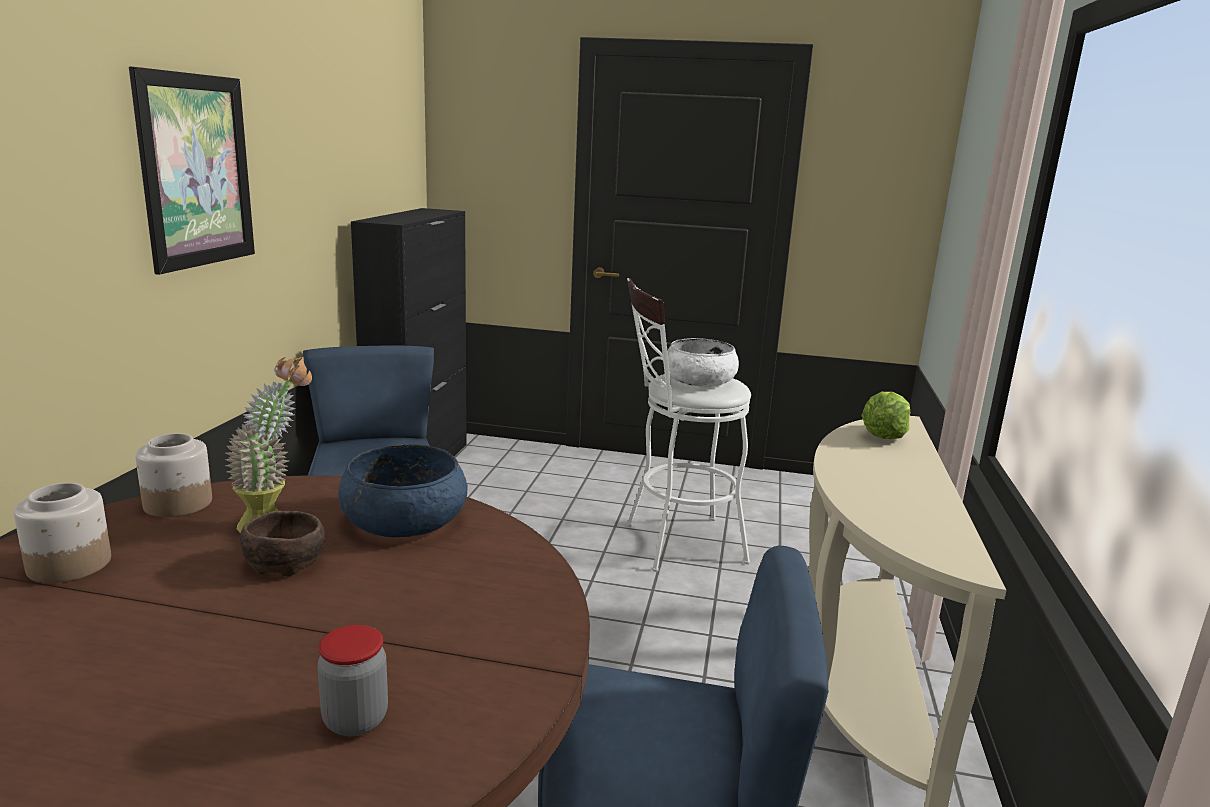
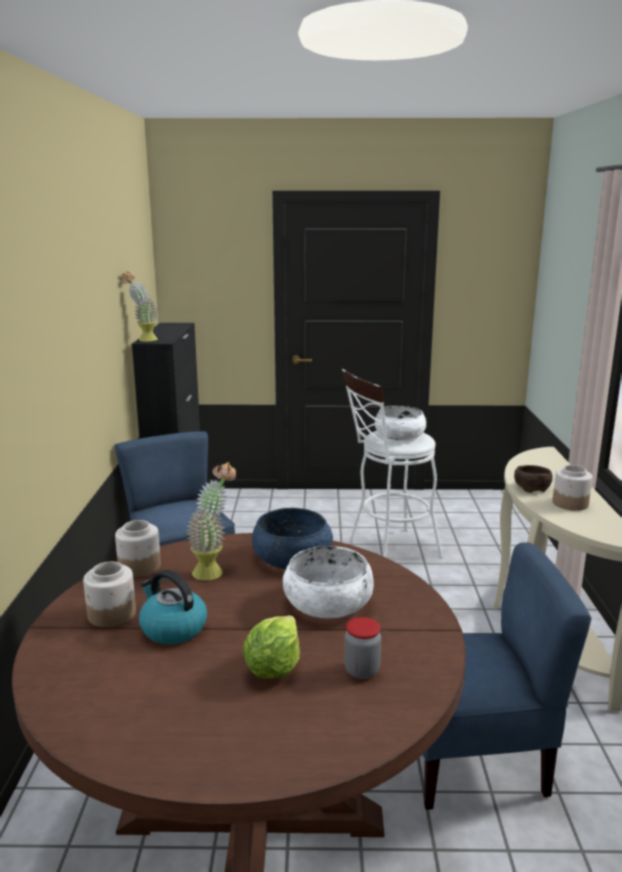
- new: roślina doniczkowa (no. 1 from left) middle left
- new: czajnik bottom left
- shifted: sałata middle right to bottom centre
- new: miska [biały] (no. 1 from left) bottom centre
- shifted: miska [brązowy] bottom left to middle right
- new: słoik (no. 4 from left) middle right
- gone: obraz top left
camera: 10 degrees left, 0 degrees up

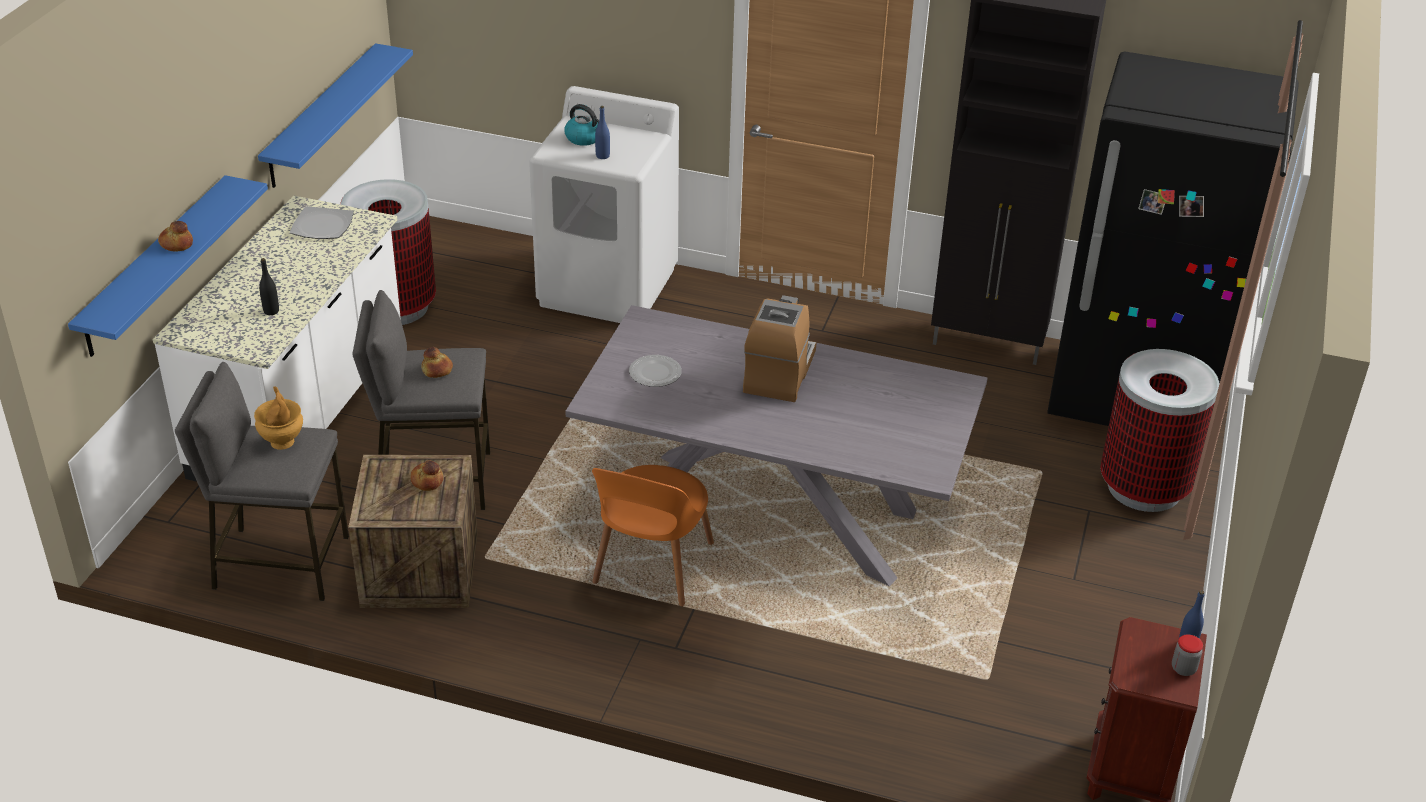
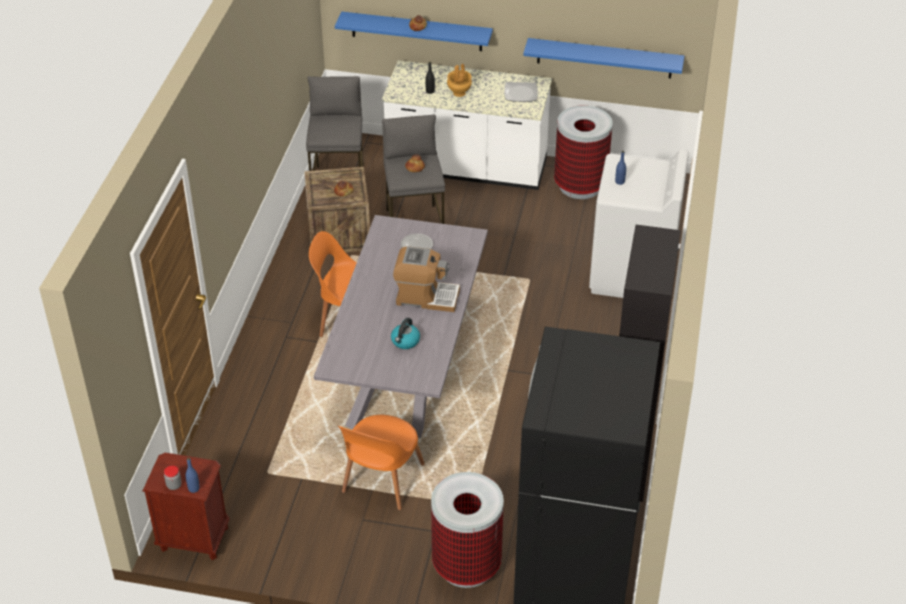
- new: krzesło [pomarańczowy] (no. 2 from left) bottom centre
- shifted: czajnik top centre to centre
- shifted: wazon [brązowy] middle left to top centre
camera: 85 degrees right, 5 degrees up

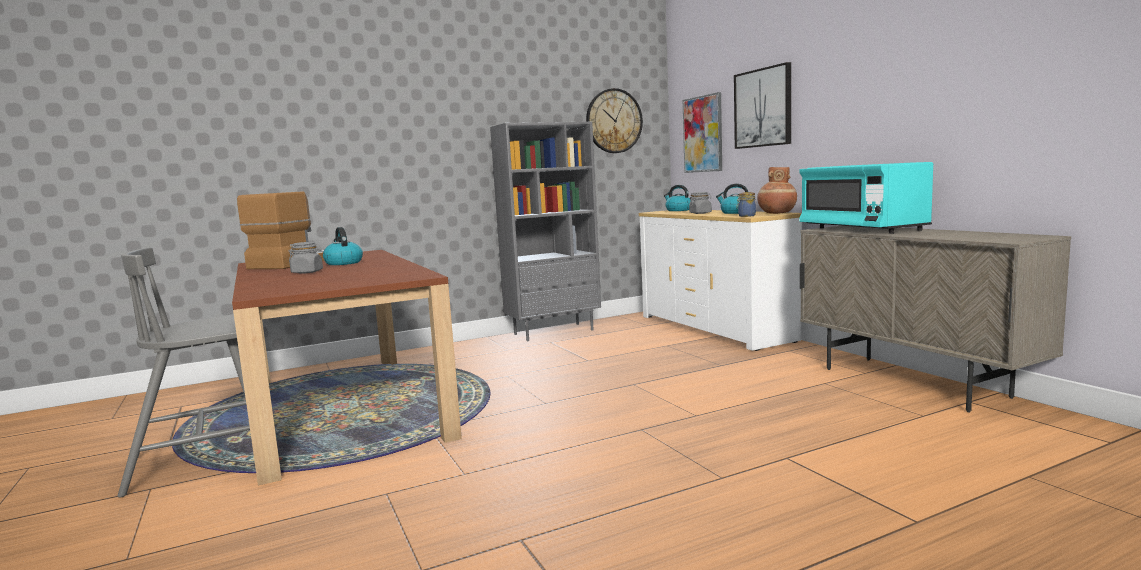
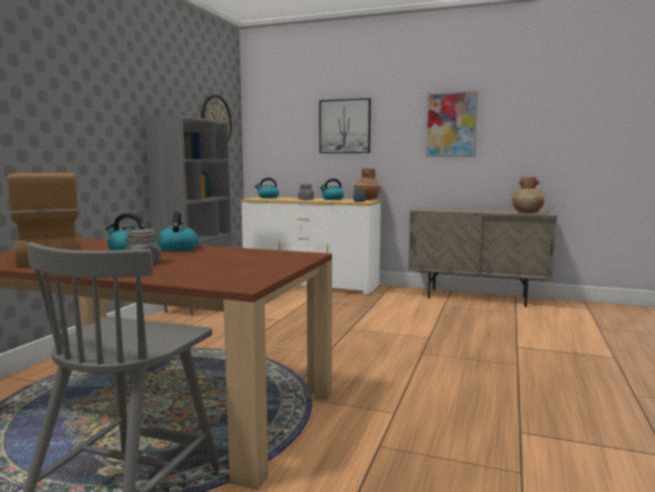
- new: czajnik (no. 2 from left) middle left
- shifted: obraz (no. 1 from left in the first image) top centre to obraz (no. 2 from left) top right
- new: wazon [brązowy] (no. 2 from left) middle right
- gone: mikrofalówka [turkusowy] middle right
camera: 45 degrees left, 0 degrees up

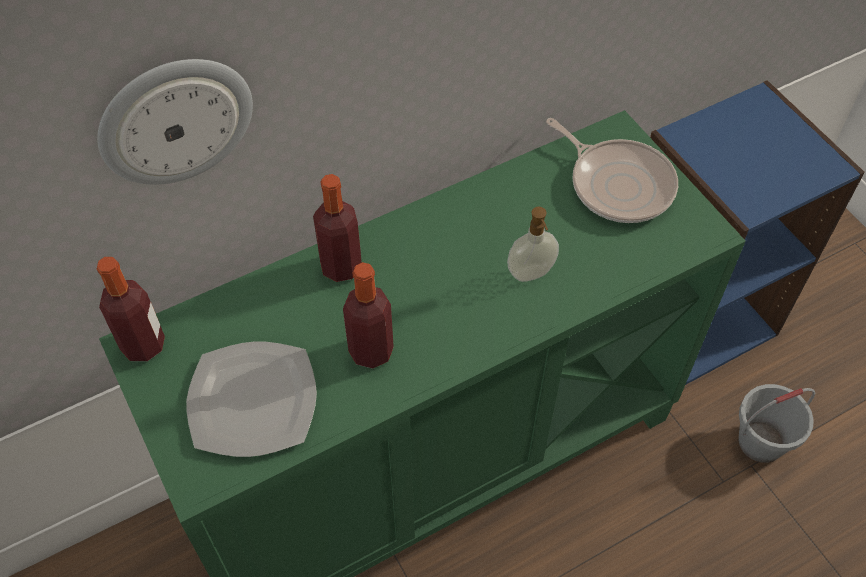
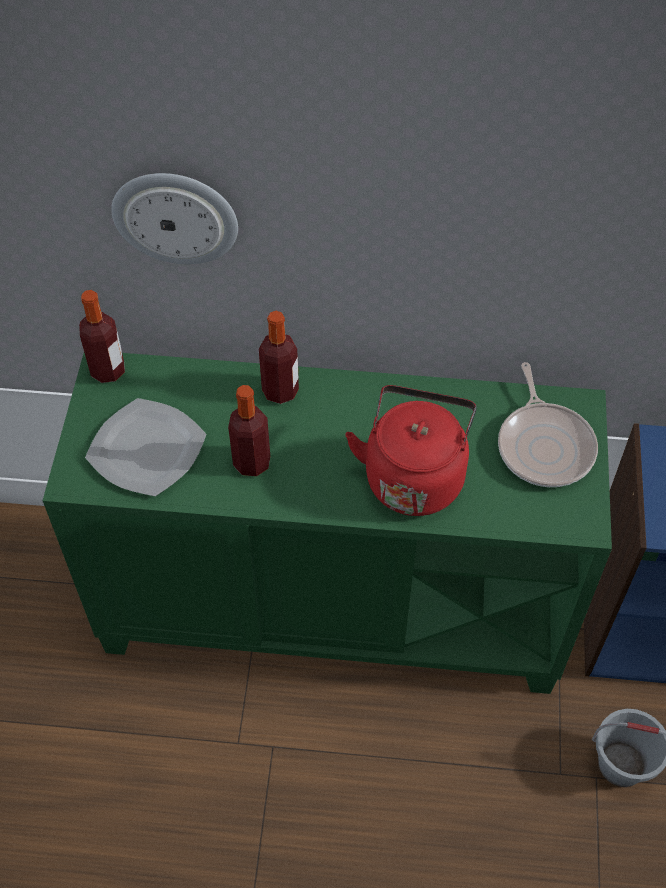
- swapped: dozownik mydła centre to czajnik [czerwony] centre
camera: 35 degrees right, 0 degrees up

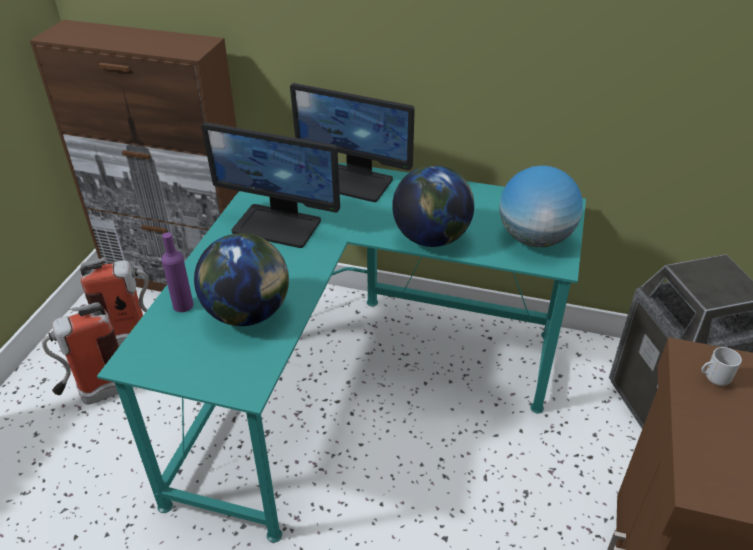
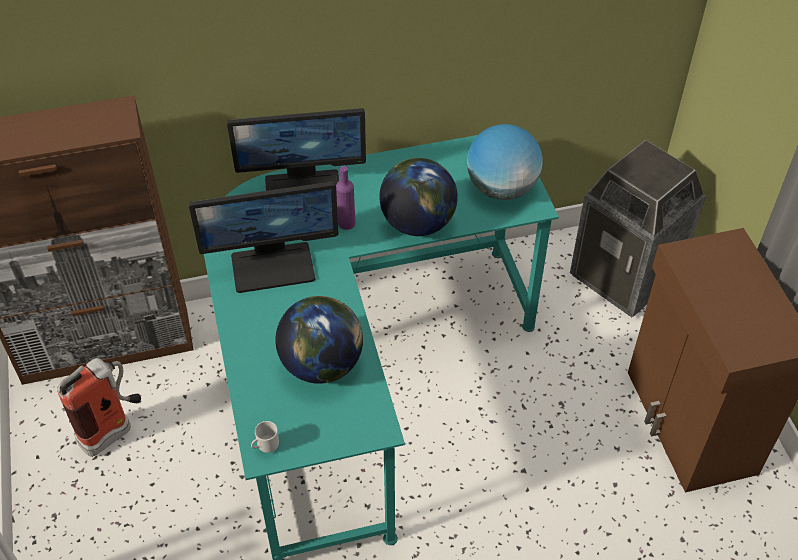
- shifted: kubek middle right to bottom left
- shifted: butelka [fioletowy] middle left to centre
- gone: gaśnica (no. 1 from left) middle left
camera: 30 degrees left, 10 degrees up

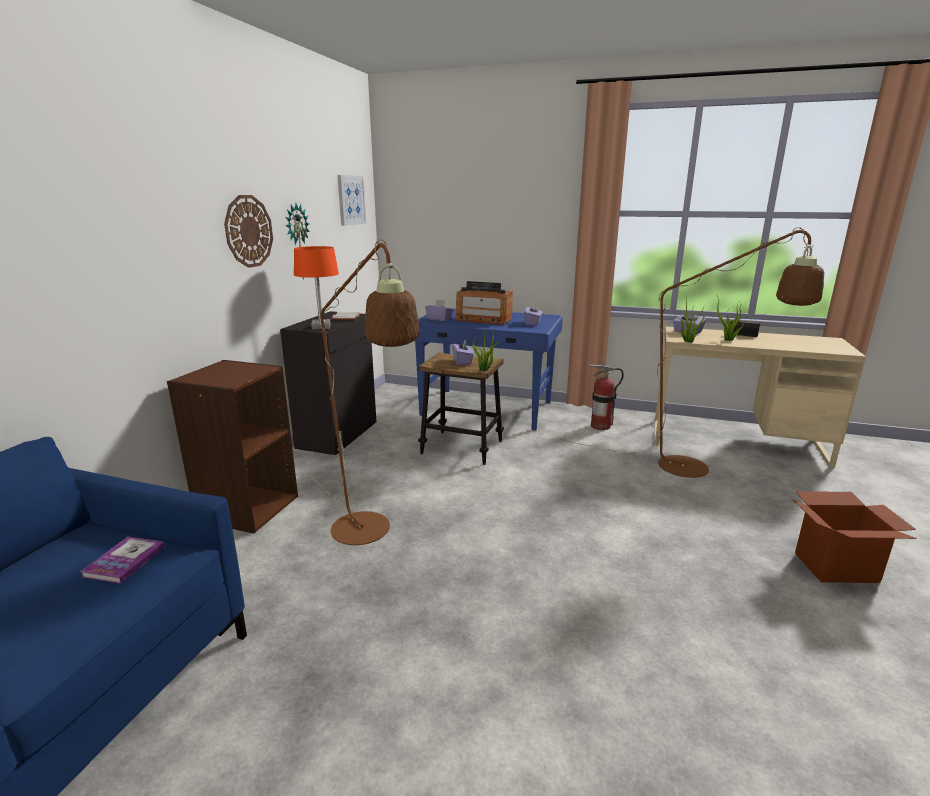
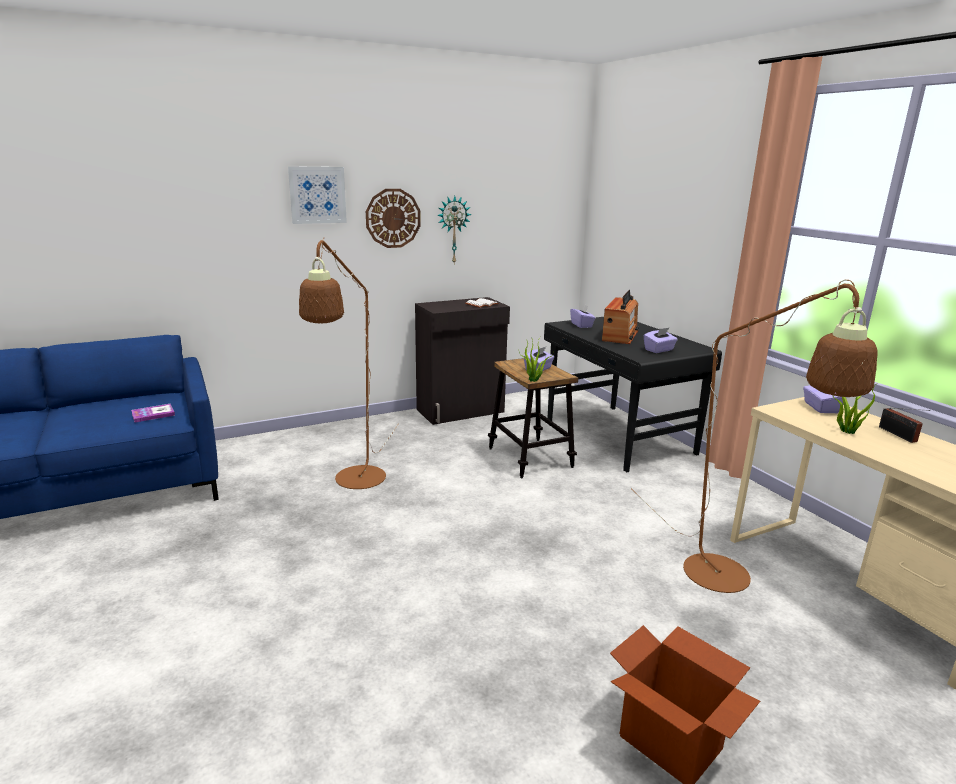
- shifted: obraz top centre to top left
- repainted: biurko [niebieski] centre to biurko [czarny] centre
- rotated: radio (no. 1 from left) centre = centre 135 degrees counterclockwise
- gone: regał [brązowy] middle left
- gone: lampa stołowa [pomarańczowy] centre
- gone: gaśnica centre
- gone: roślina doniczkowa (no. 2 from left) middle right
camera: 45 degrees right, 0 degrees up

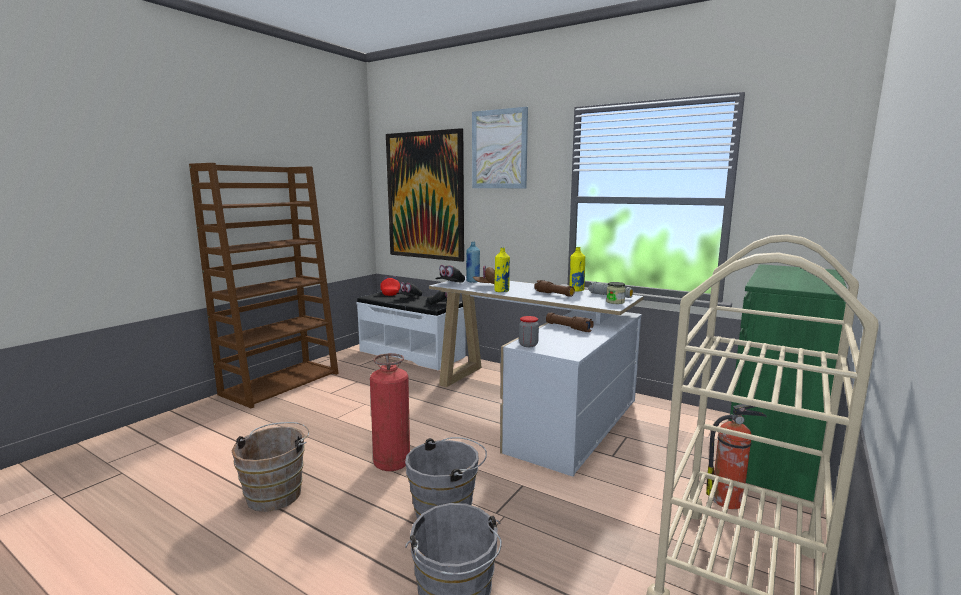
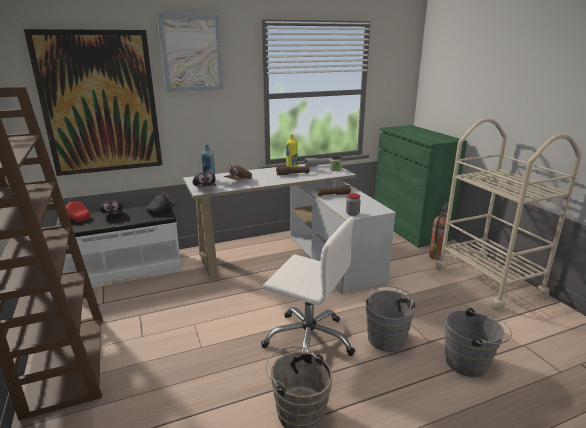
- swapped: gaśnica (no. 1 from left) bottom centre to krzesło biurowe [biały] bottom centre
- gone: butelka [żółty] (no. 1 from left) centre
camera: 55 degrees left, 10 degrees up

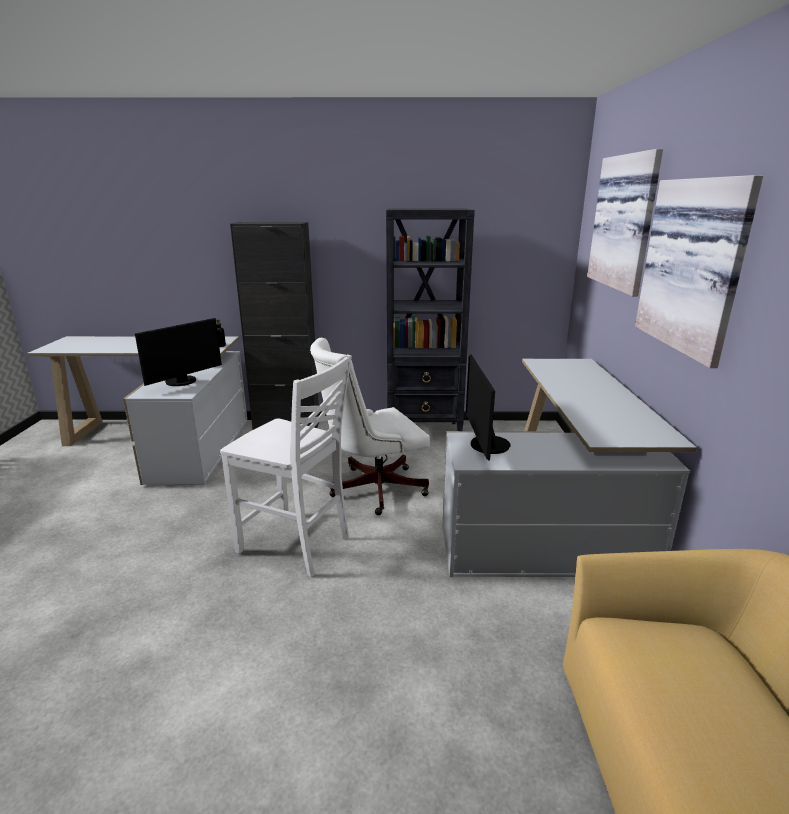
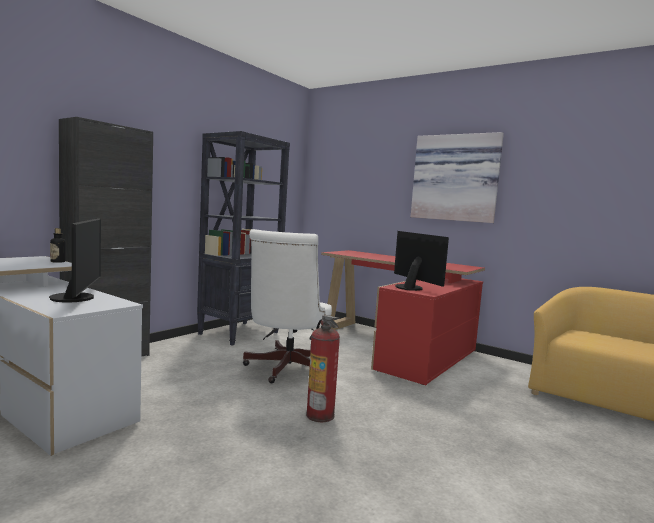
- swapped: krzesło [biały] centre to gaśnica bottom centre
- repainted: biurko [biały] (no. 2 from left) middle right to biurko [czerwony] centre
- rotated: monitor (no. 2 from left) centre = centre 150 degrees counterclockwise
- gone: obraz (no. 1 from left) top right
camera: 55 degrees left, 15 degrees down

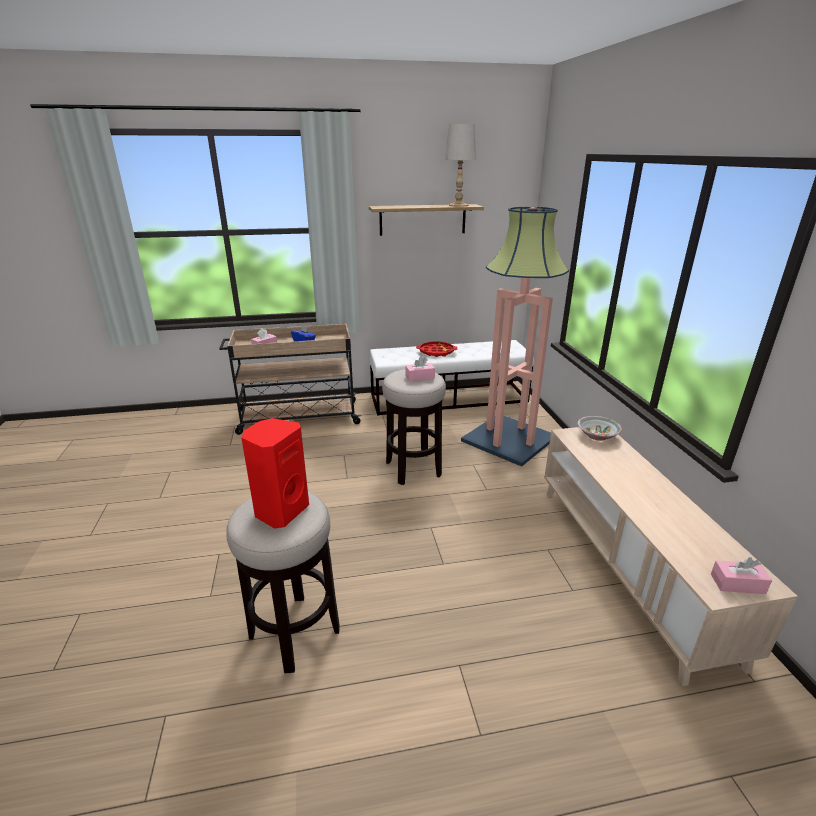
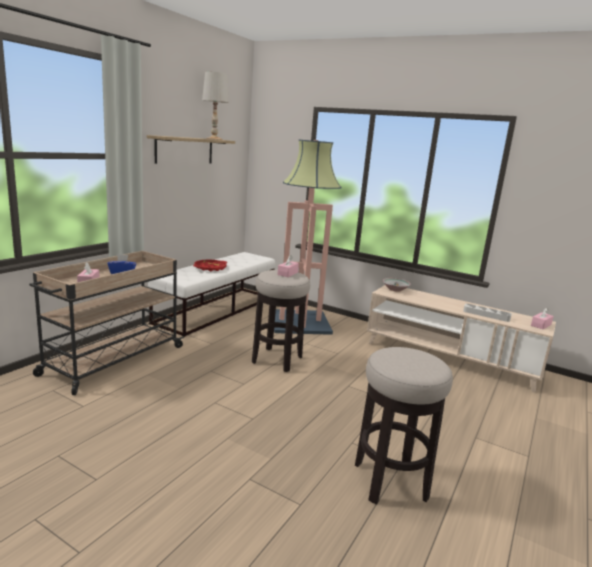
- new: taca [szary] middle right
- gone: głośnik [czerwony] centre
camera: 50 degrees left, 10 degrees down

